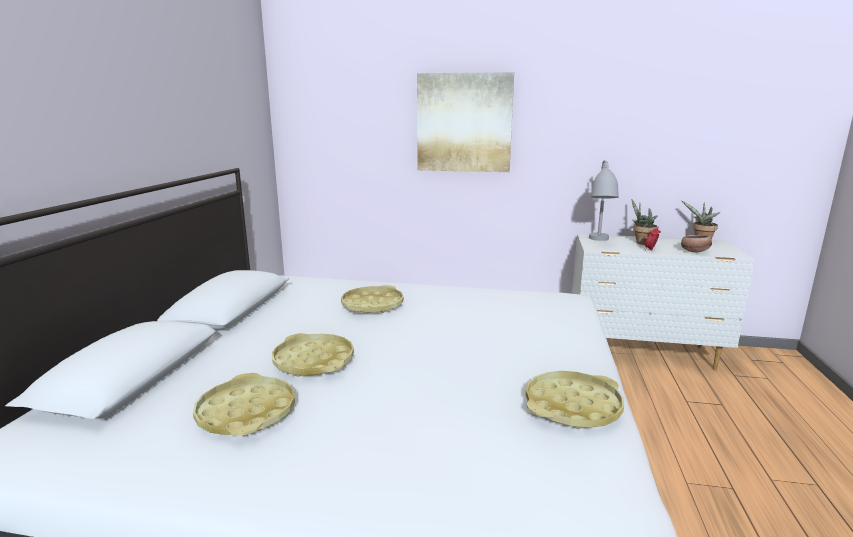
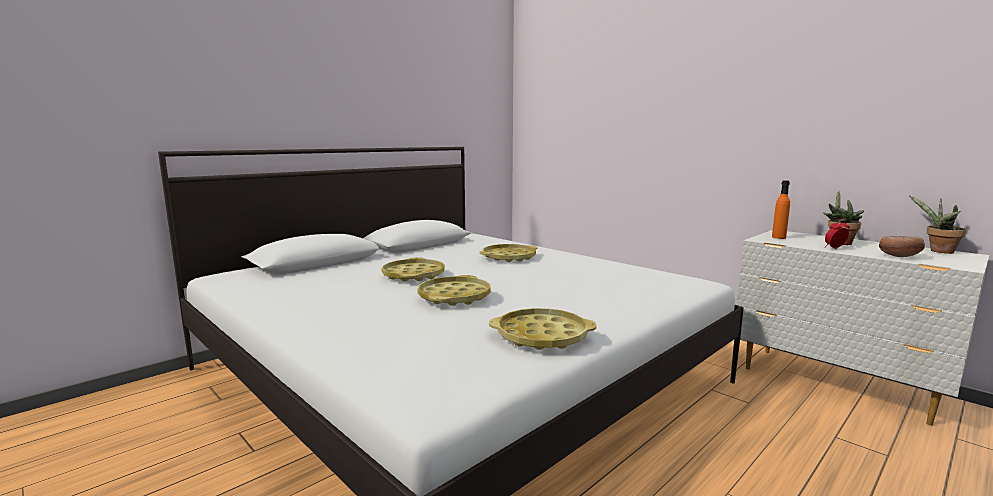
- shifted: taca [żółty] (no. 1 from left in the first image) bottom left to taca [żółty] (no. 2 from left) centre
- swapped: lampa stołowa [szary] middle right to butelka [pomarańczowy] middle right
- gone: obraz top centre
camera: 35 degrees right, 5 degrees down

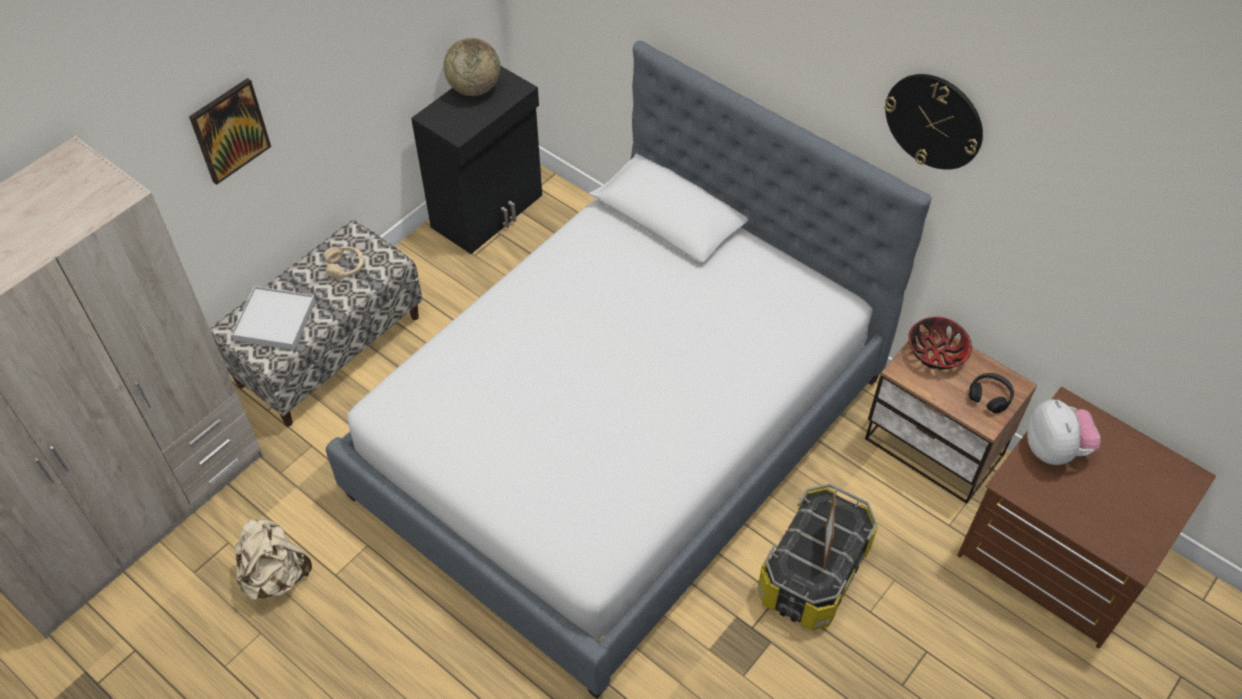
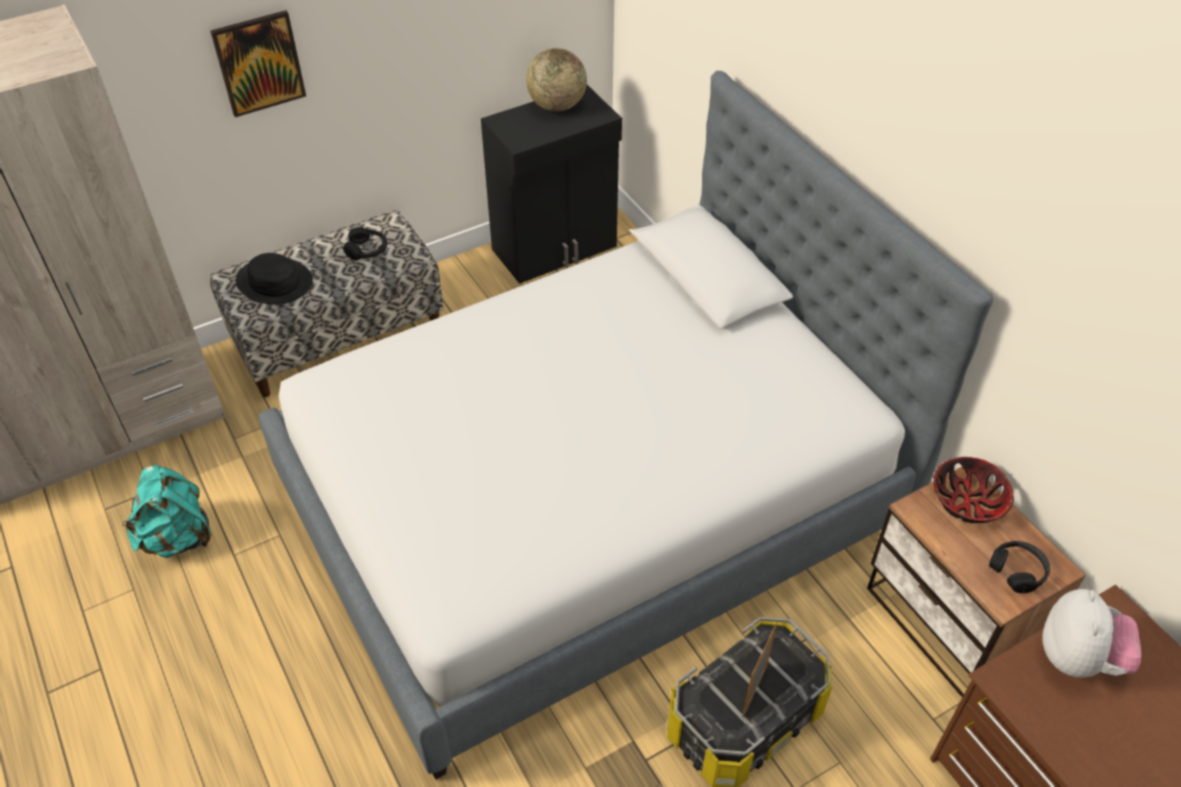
- repainted: plecak [beżowy] bottom left to plecak [turkusowy] middle left
- swapped: taca [biały] middle left to kapelusz [czarny] middle left
- repainted: słuchawki [beżowy] middle left to słuchawki [czarny] (no. 1 from left) top left
- gone: zegar ścienny top right
camera: 20 degrees right, 5 degrees down

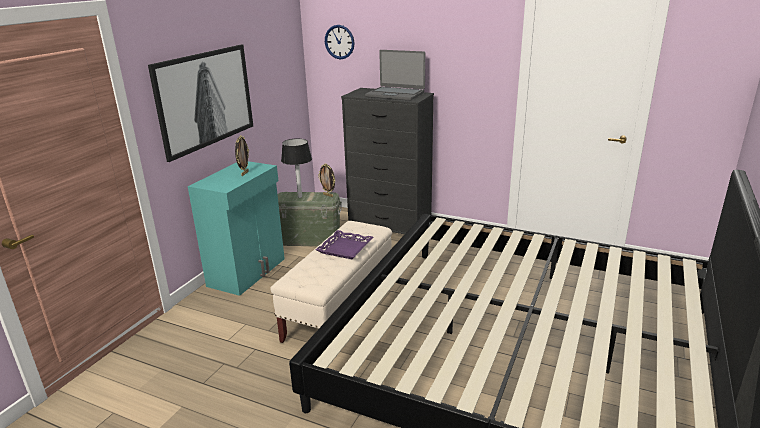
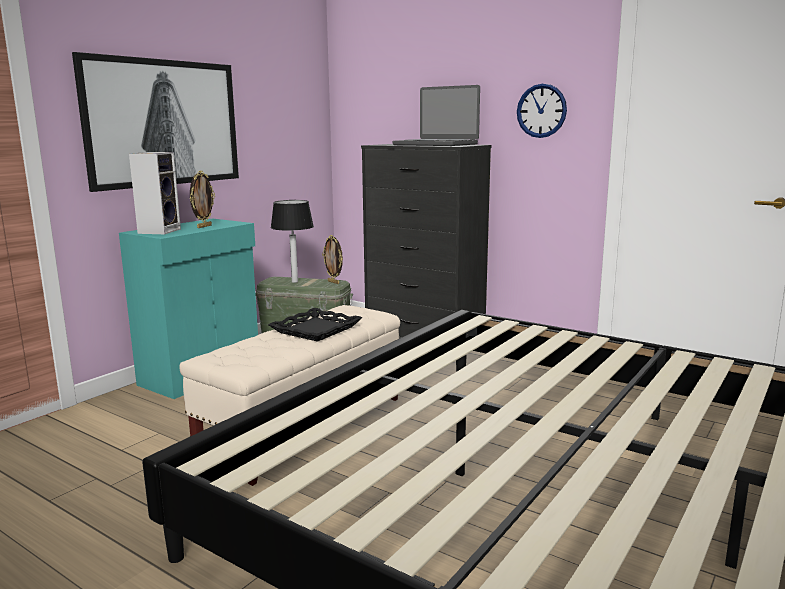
- new: głośnik top left
- repainted: taca [fioletowy] centre to taca [czarny] centre
- shifted: zegar ścienny top centre to top right
camera: 10 degrees right, 10 degrees down

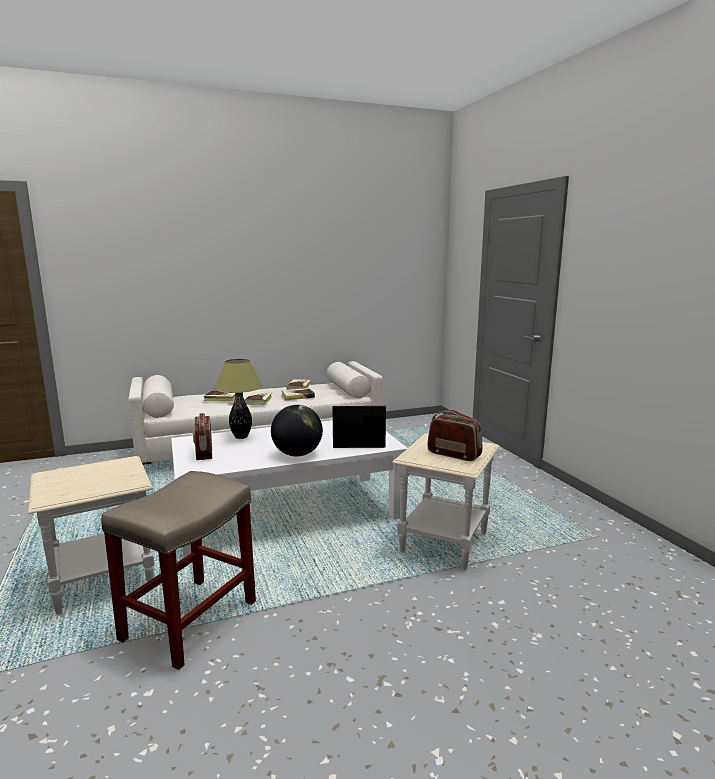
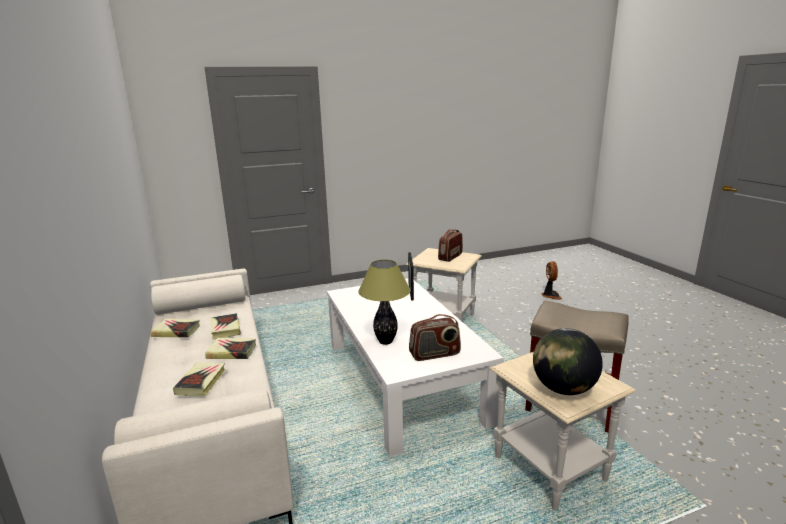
- shifted: globus centre to bottom right
- new: wentylator middle right
camera: 90 degrees left, 5 degrees up

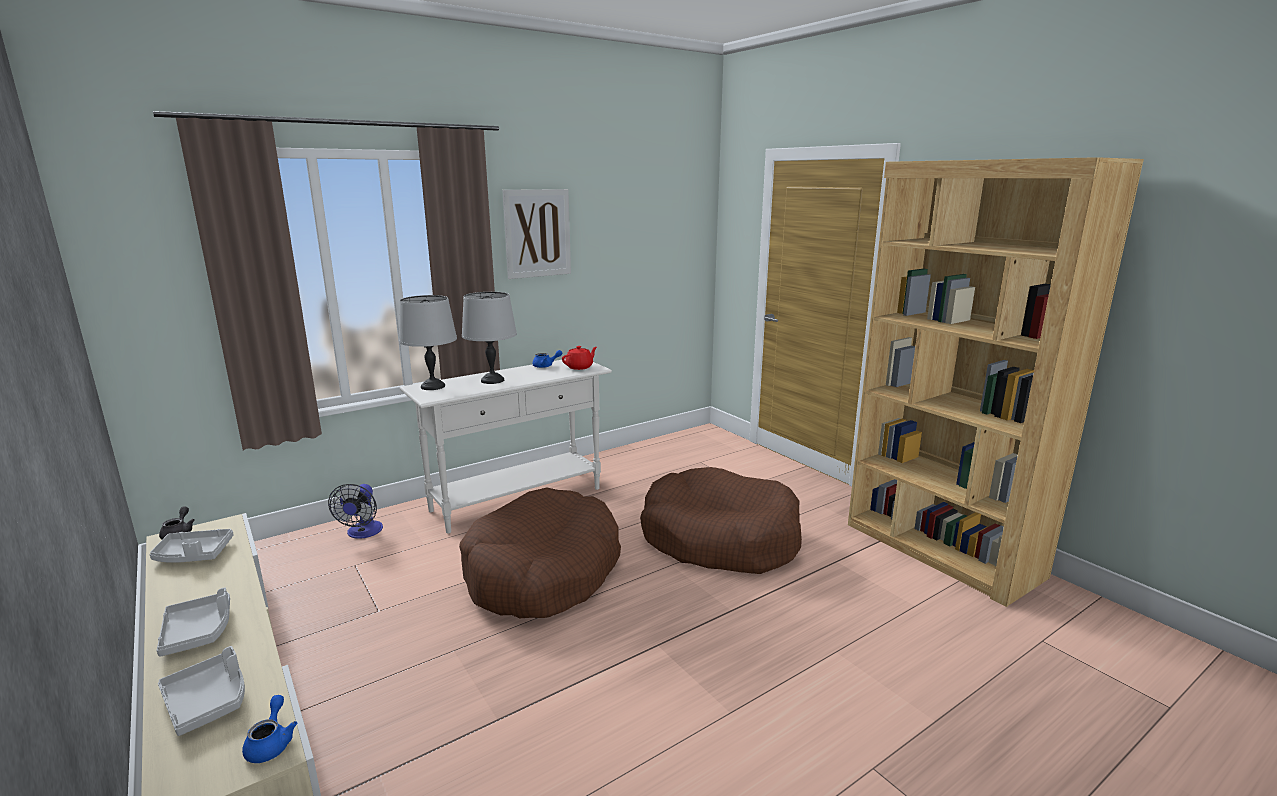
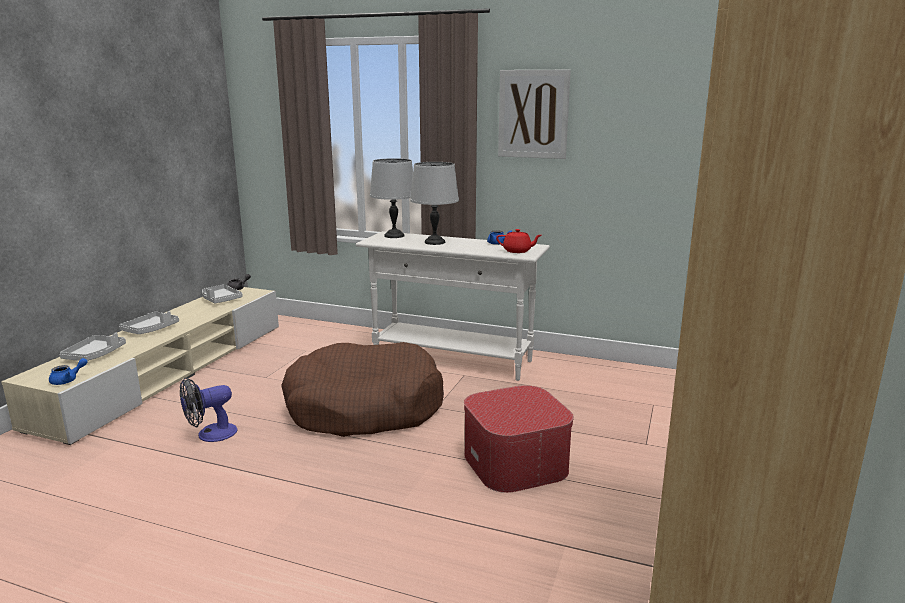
- shifted: wentylator middle left to bottom left
- swapped: legowisko [brązowy] (no. 2 from left) centre to pufa bottom centre
camera: 55 degrees right, 0 degrees up

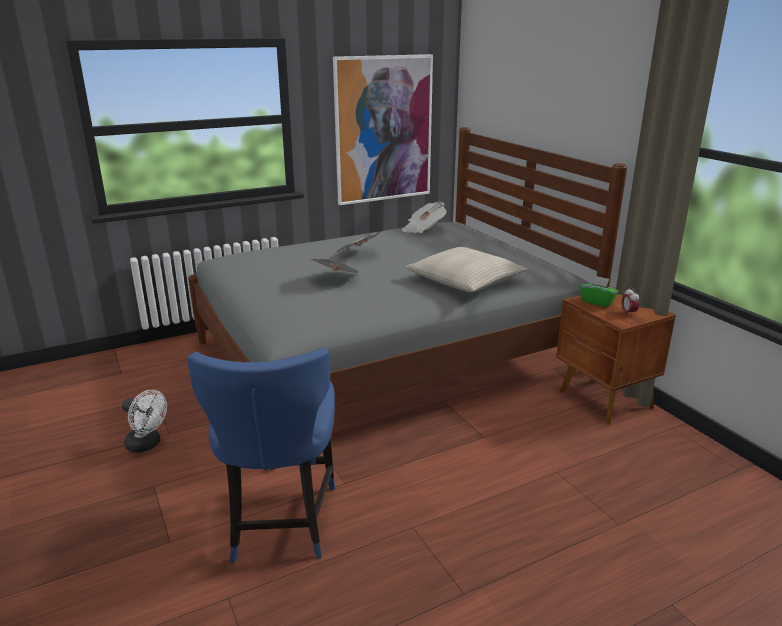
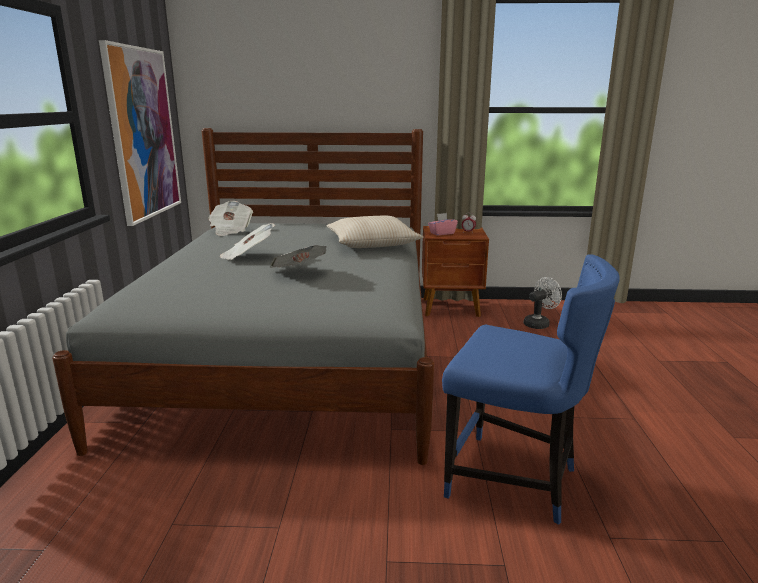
- repainted: pudełko chusteczek [zielony] middle right to pudełko chusteczek [różowy] centre
- shifted: wentylator [biały] bottom left to middle right
camera: 60 degrees left, 5 degrees down

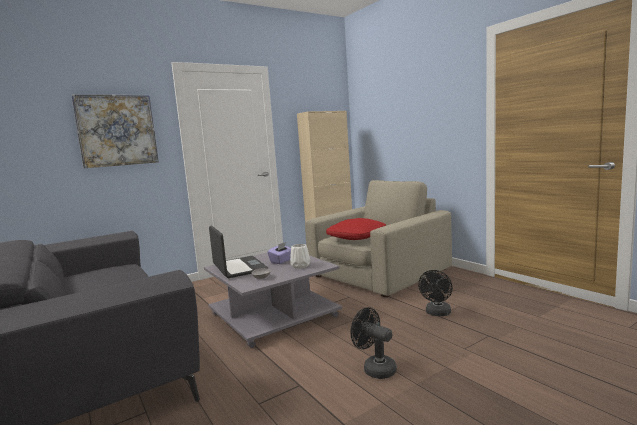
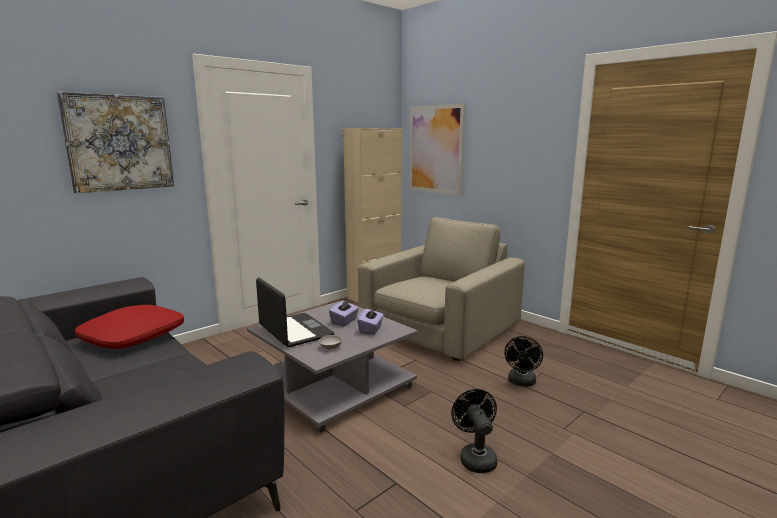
- shifted: poduszka [czerwony] centre to middle left
- swapped: wazon [biały] centre to pudełko chusteczek [fioletowy] (no. 2 from left) centre
- new: obraz (no. 2 from left) top centre
- rotated: wentylator [czarny] (no. 1 from left) bottom centre = bottom centre 45 degrees clockwise
camera: 10 degrees left, 5 degrees up

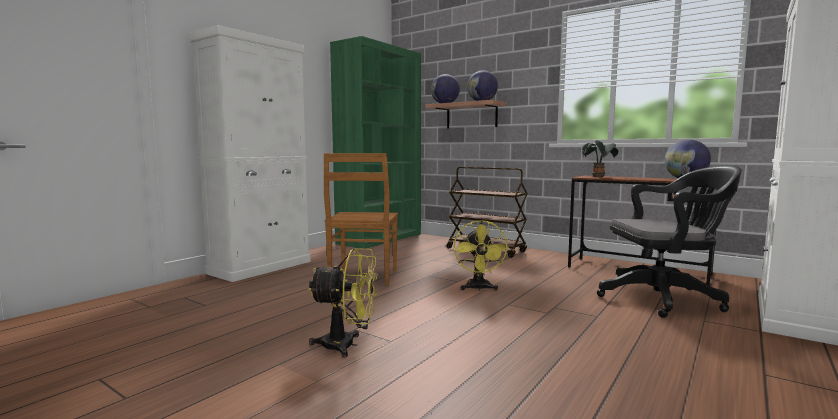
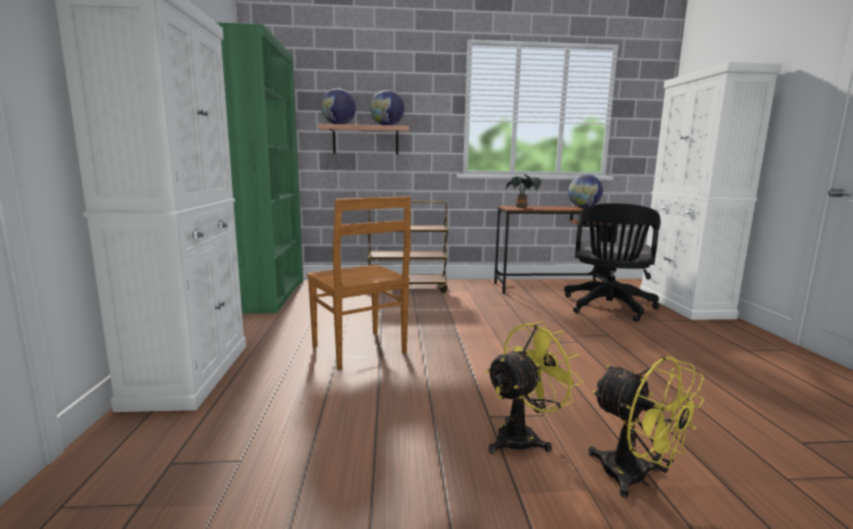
- rotated: krzesło biurowe [czarny] middle right = middle right 150 degrees clockwise
- shifted: wentylator [żółty] (no. 2 from left) centre to bottom right
camera: 40 degrees left, 5 degrees up

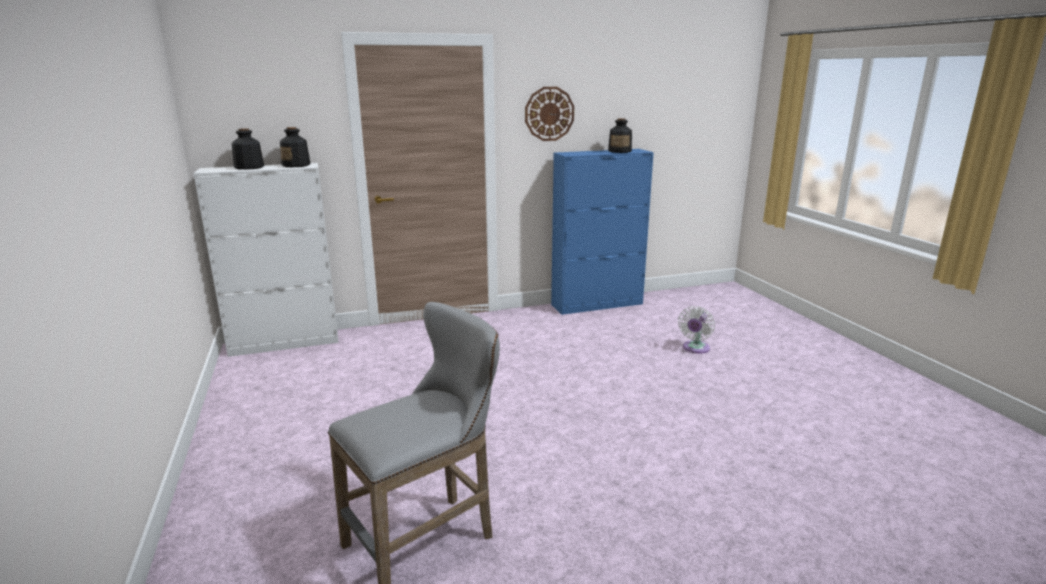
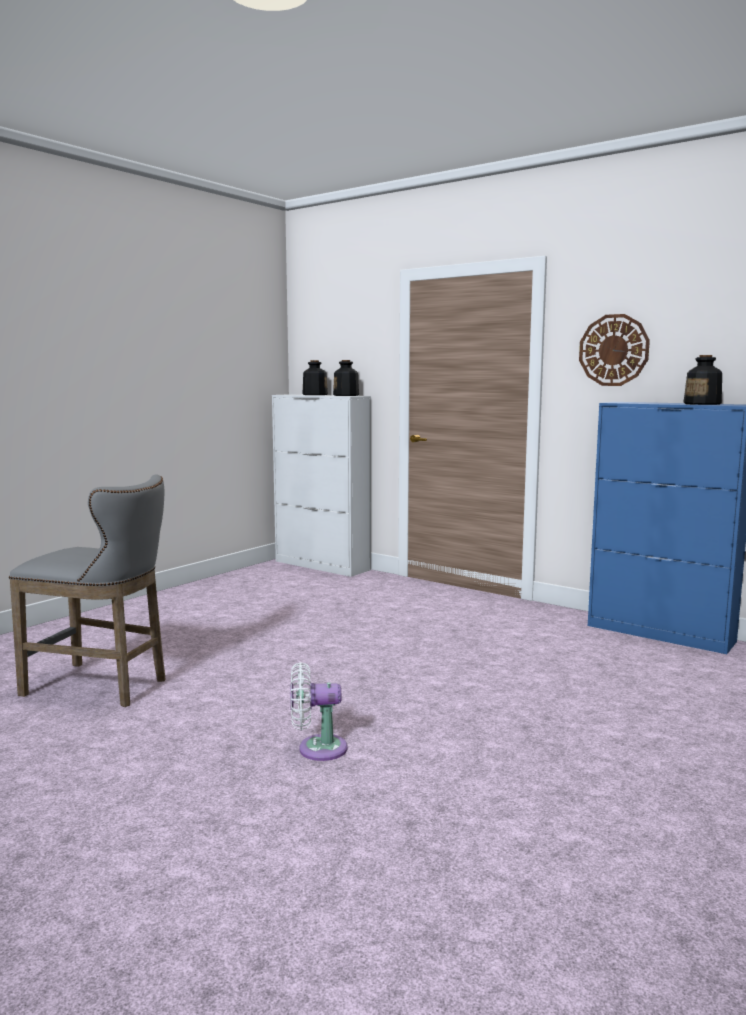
- shifted: wentylator [biały] centre to bottom centre
camera: 55 degrees right, 10 degrees down

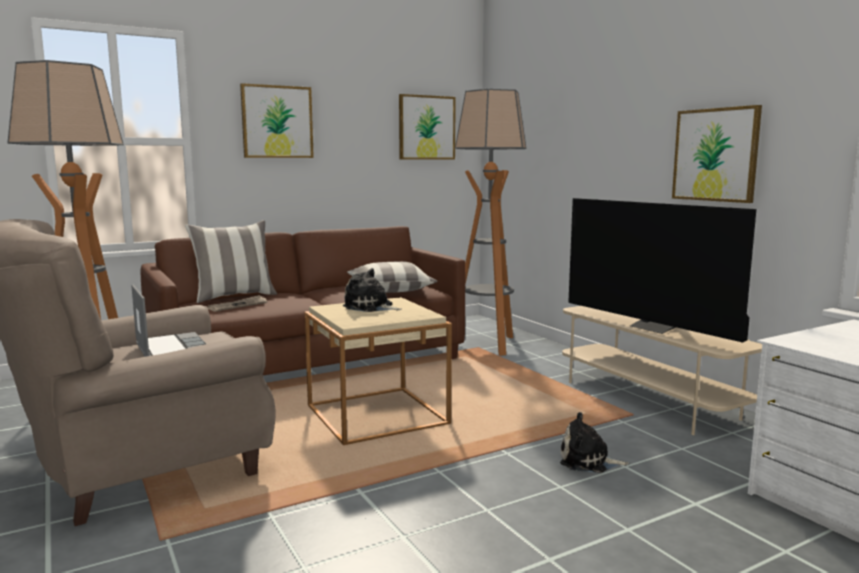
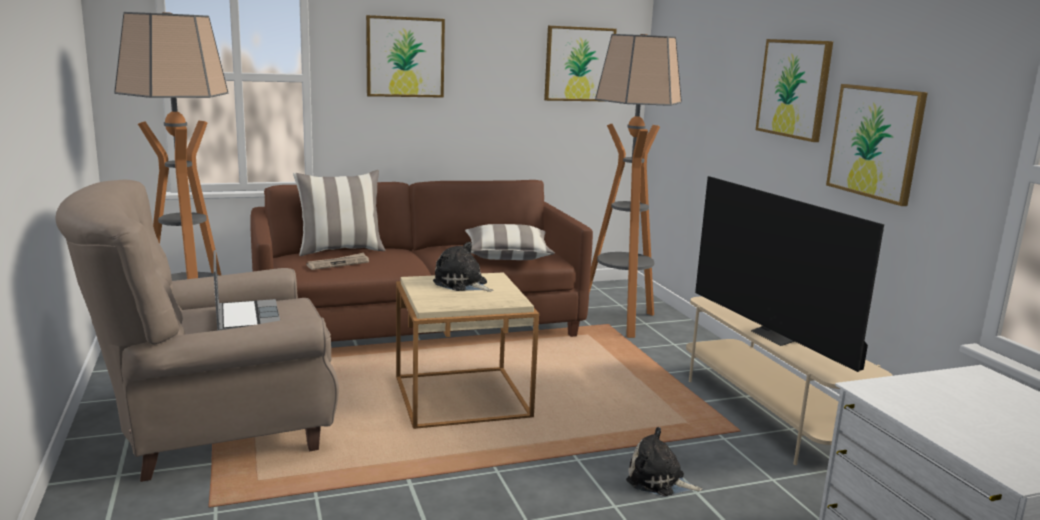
- new: obraz (no. 3 from left) top right
camera: 10 degrees right, 5 degrees up

